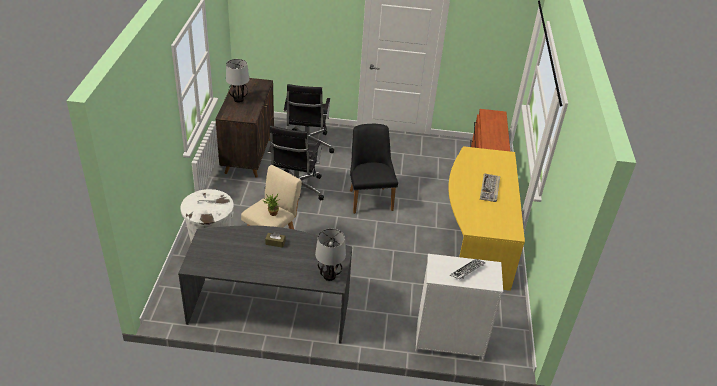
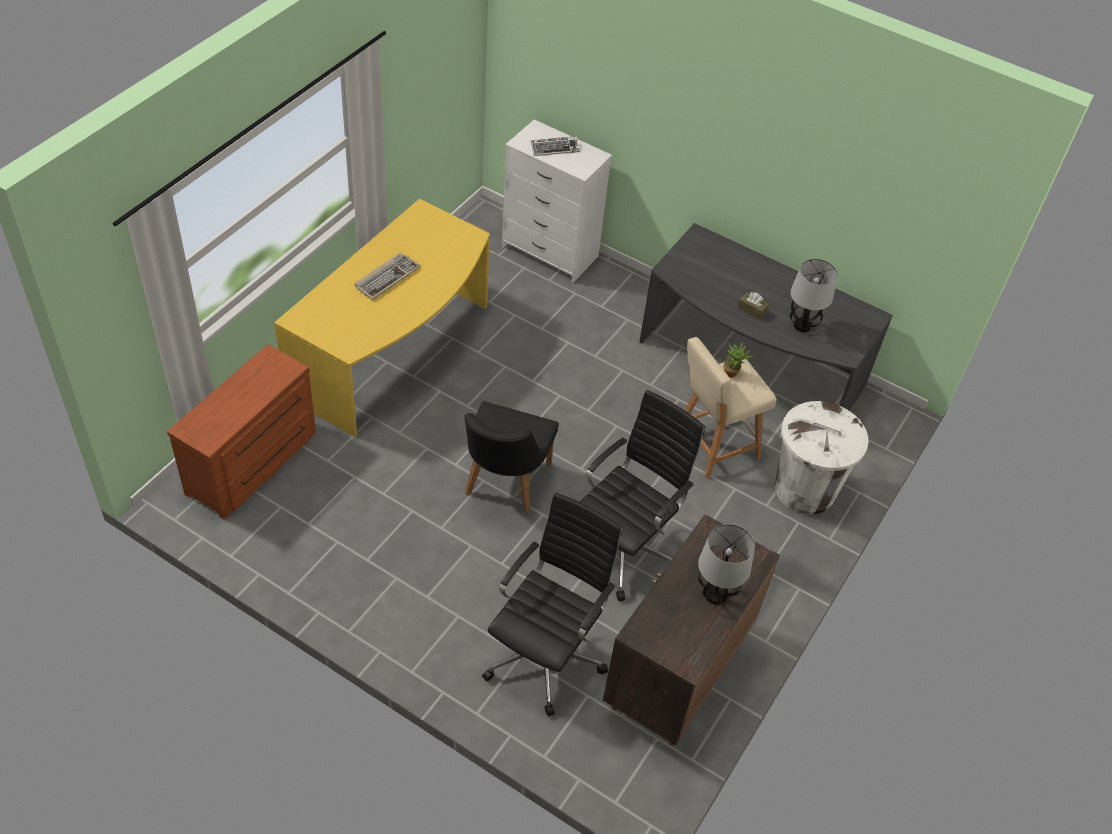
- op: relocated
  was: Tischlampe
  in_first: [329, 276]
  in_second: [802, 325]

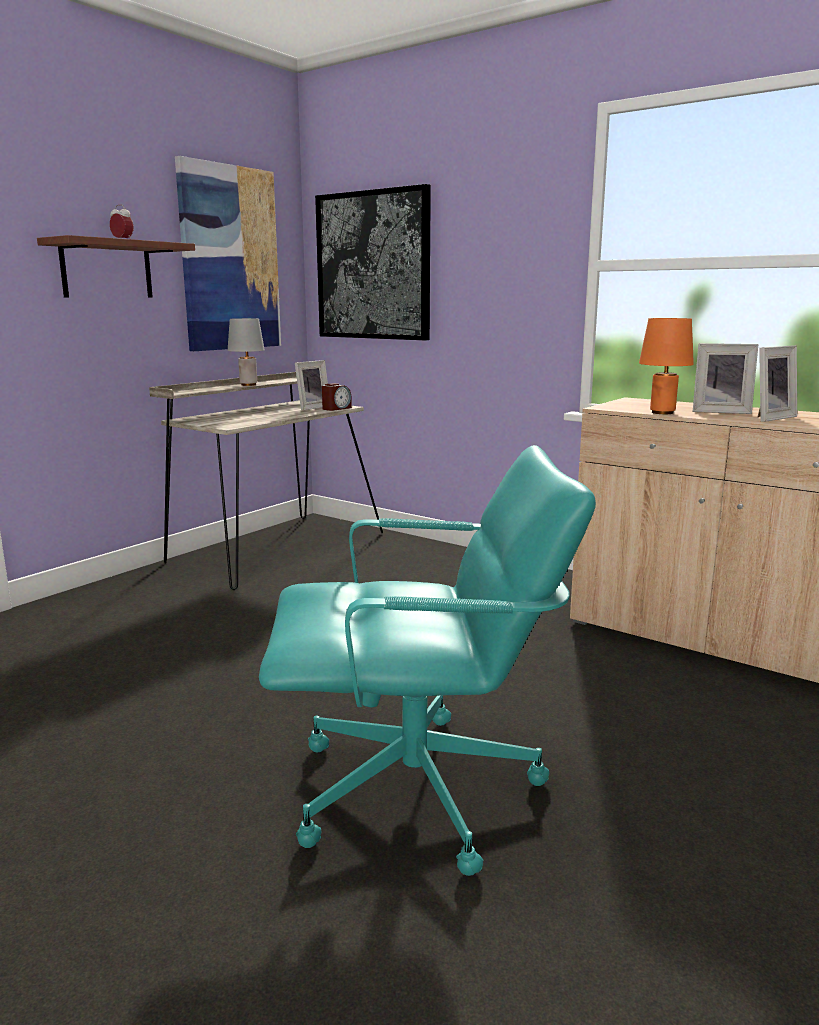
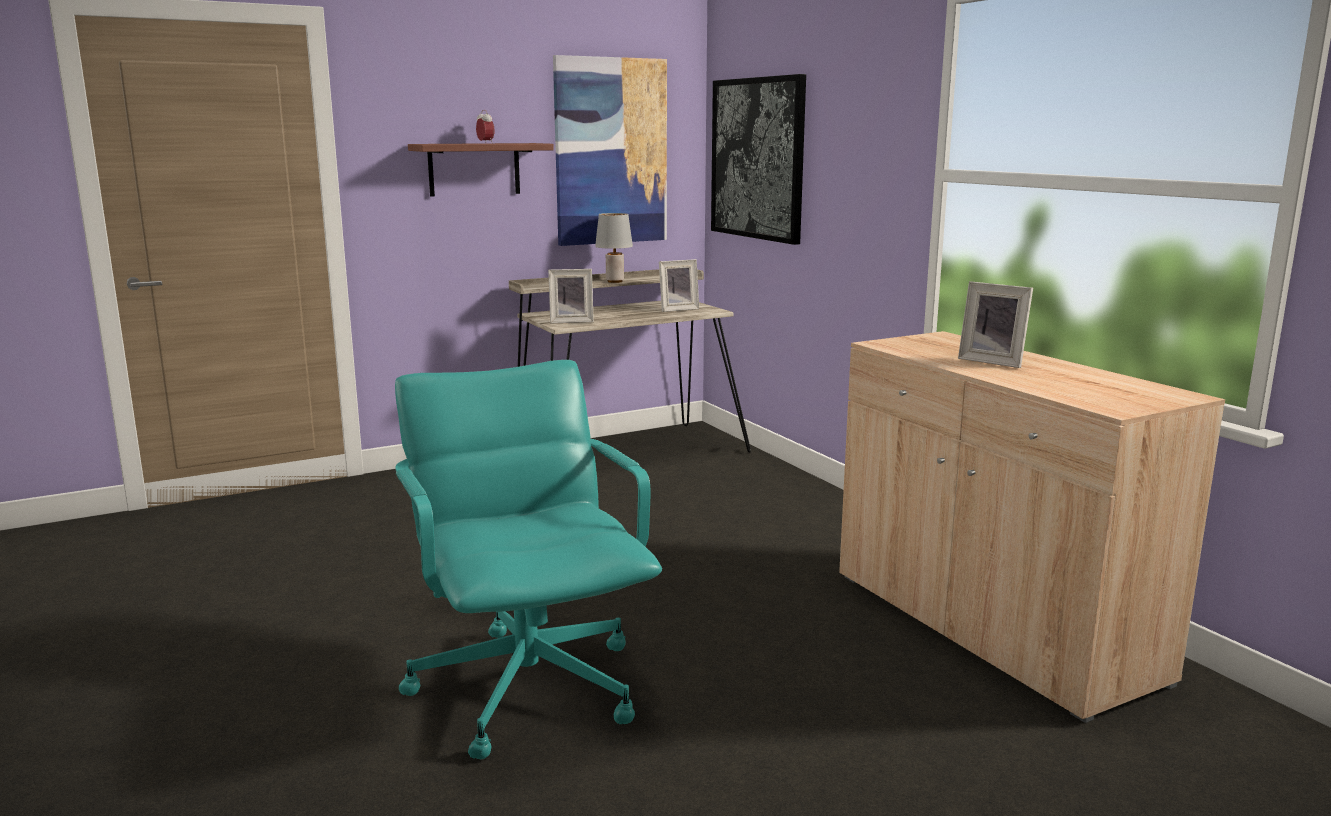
- op: spun
  was: Bürostuhl [türkis]
  in_first: [419, 791]
  in_second: [529, 686]
  clockwise: -135
- op: relocated
  was: Bilderrahmen
  in_first: [768, 418]
  in_second: [571, 321]
- op: missing
  was: Wecker
  in_first: [336, 408]
- op: missing
  was: Tischlampe [orange]
  in_first: [662, 413]

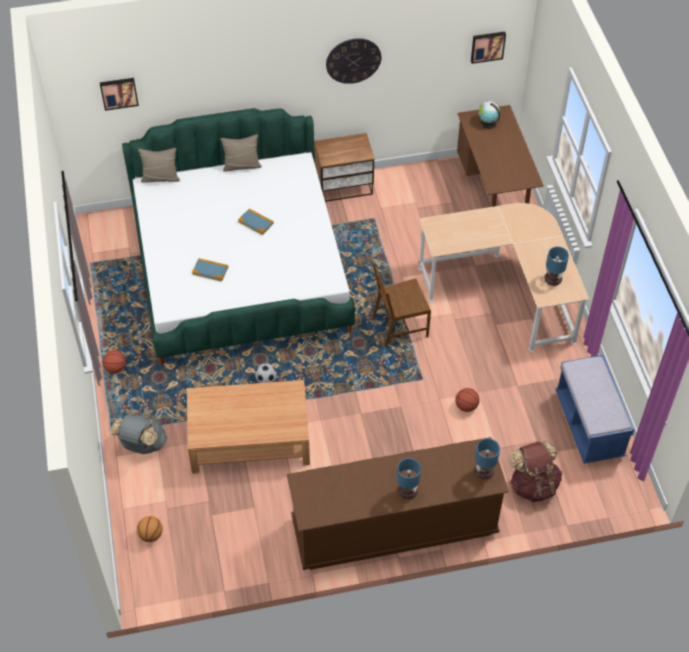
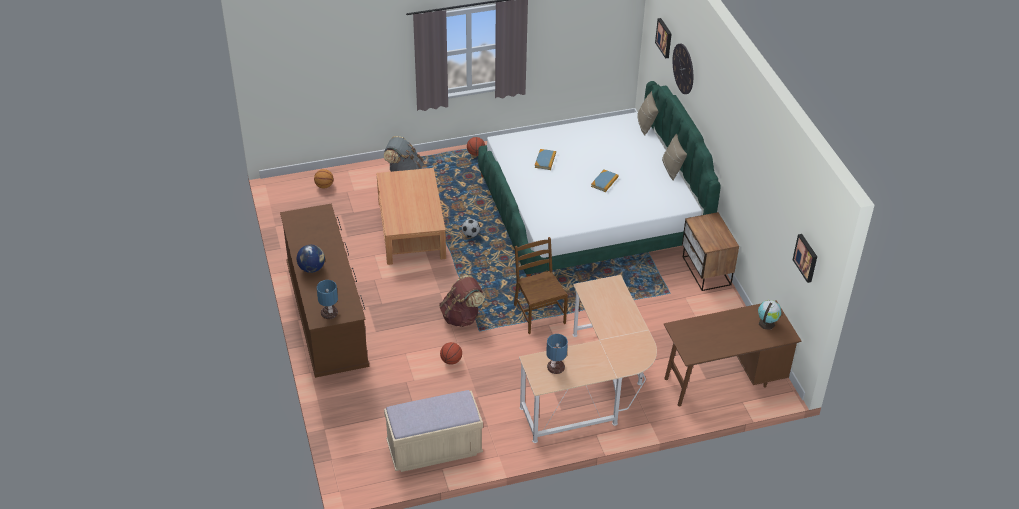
- op: exchanged
  was: Tischlampe
  now: Globus
  in_first: [406, 491]
  in_second: [312, 268]
- op: colour
  was: Bank [blau]
  now: Bank [beige]
  in_first: [589, 425]
  in_second: [434, 449]
- op: relocated
  was: Rucksack [braun]
  in_first: [533, 485]
  in_second: [462, 317]
- op: relocated
  was: Wanduhr
  in_first: [353, 60]
  in_second: [683, 68]

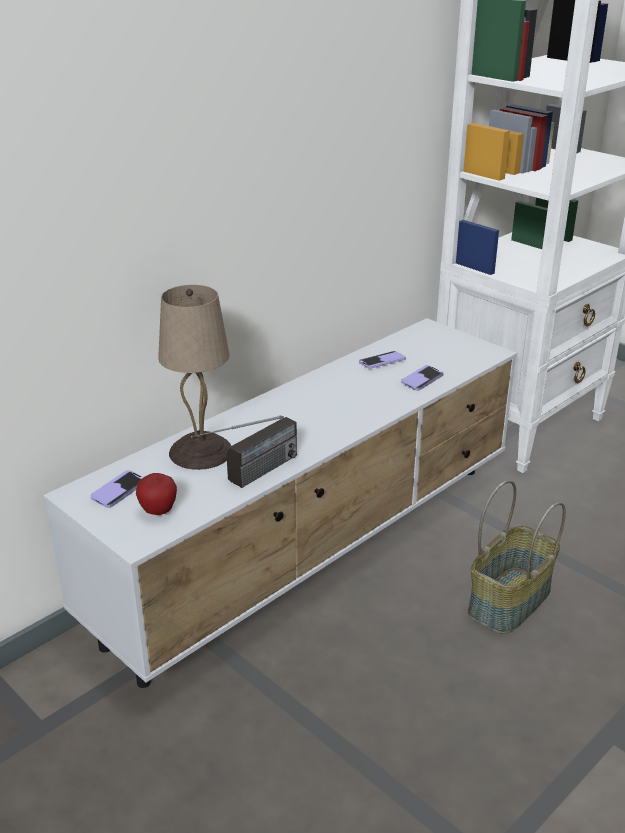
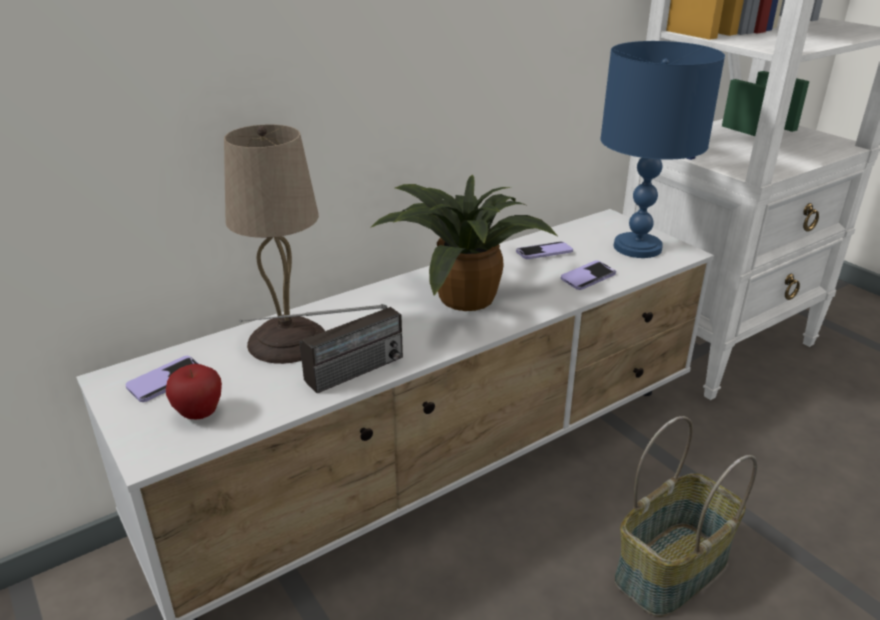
- op: appeared
  now: Topfpflanze
  in_second: [464, 295]
- op: appeared
  now: Tischlampe [blau]
  in_second: [637, 247]

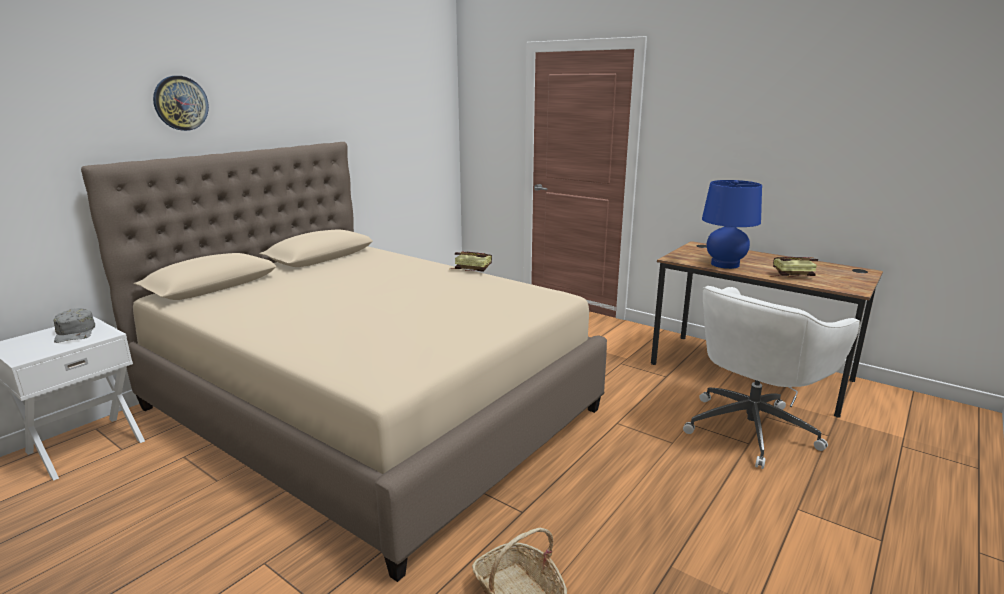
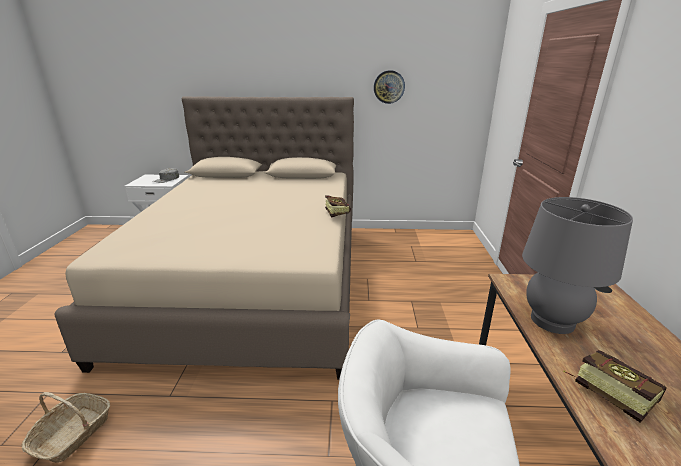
- op: relocated
  was: Wanduhr
  in_first: [180, 103]
  in_second: [389, 87]
- op: colour
  was: Tischlampe [blau]
  now: Tischlampe [grau]
  in_first: [725, 264]
  in_second: [552, 321]

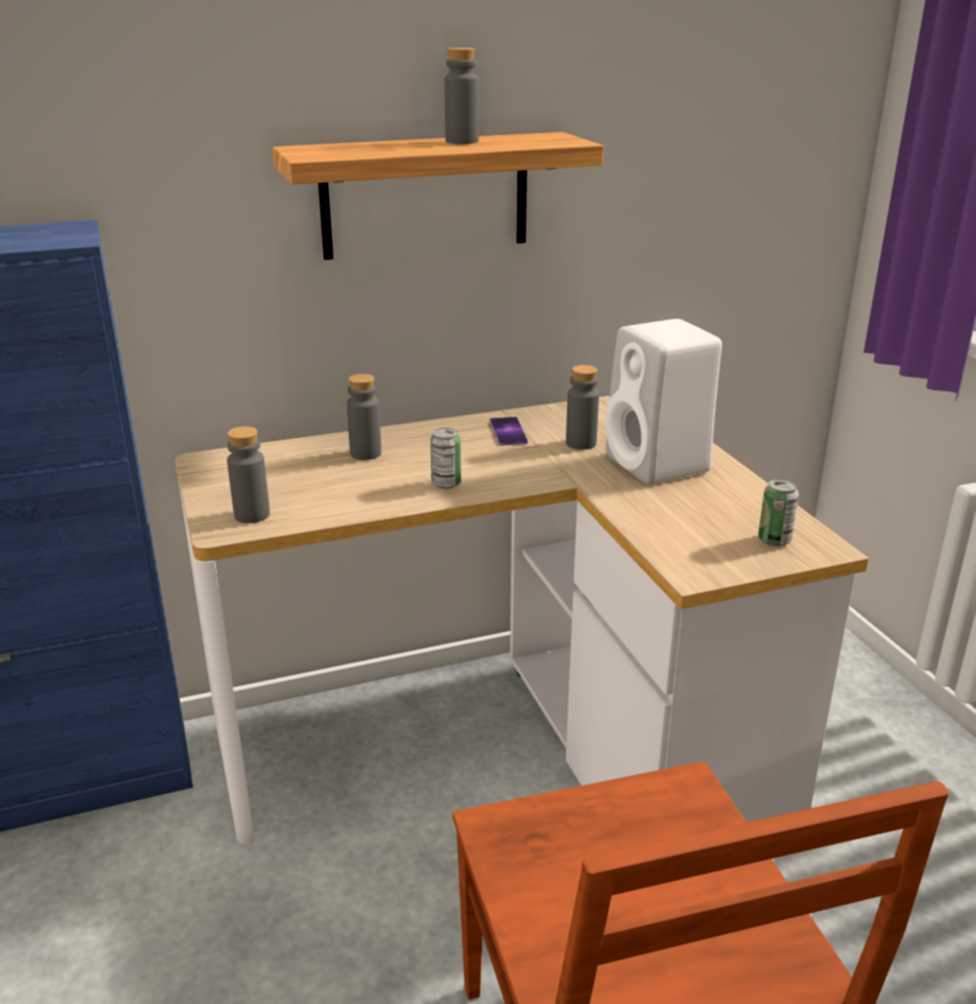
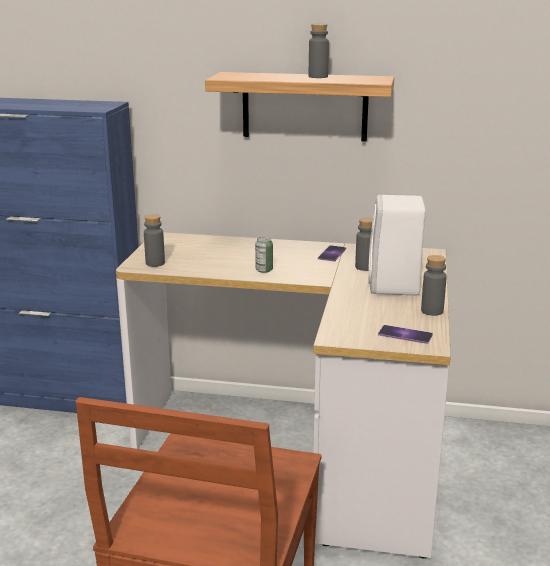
- op: exchanged
  was: Dose
  now: Handy
  in_first: [774, 540]
  in_second: [405, 334]
- op: relocated
  was: Flasche [grau]
  in_first: [365, 453]
  in_second: [432, 311]

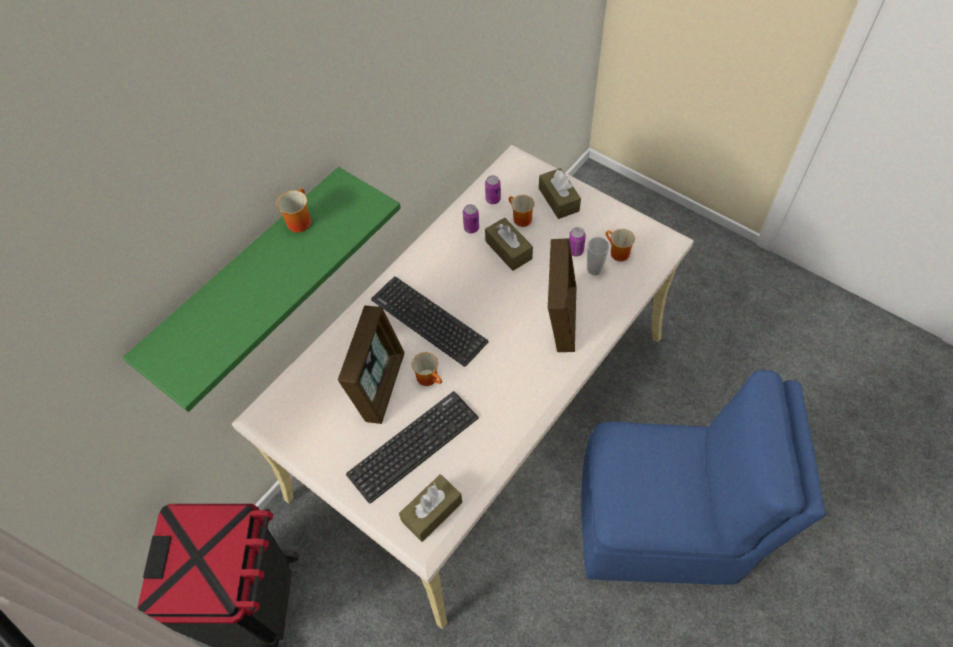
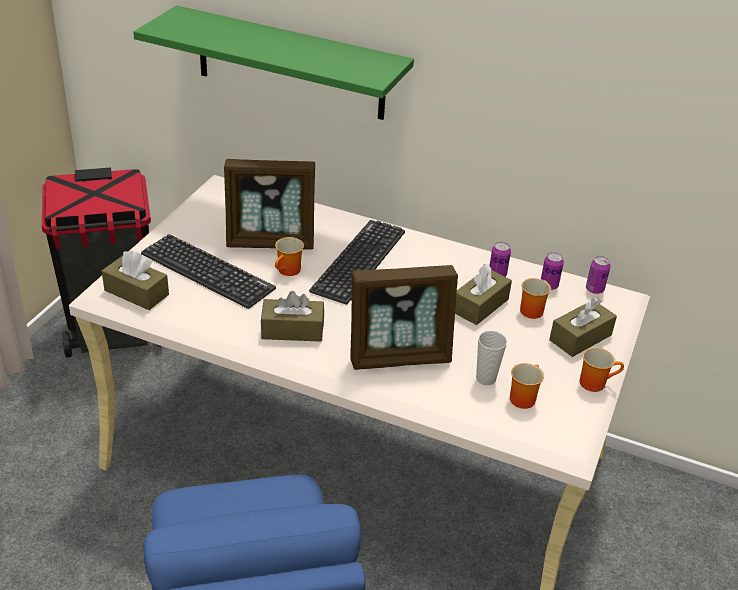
- op: appeared
  now: Taschentuchbox [braun]
  in_second: [292, 330]
- op: relocated
  was: Henkelbecher
  in_first: [298, 220]
  in_second: [594, 382]
- op: relocated
  was: Dose
  in_first: [575, 251]
  in_second: [594, 289]

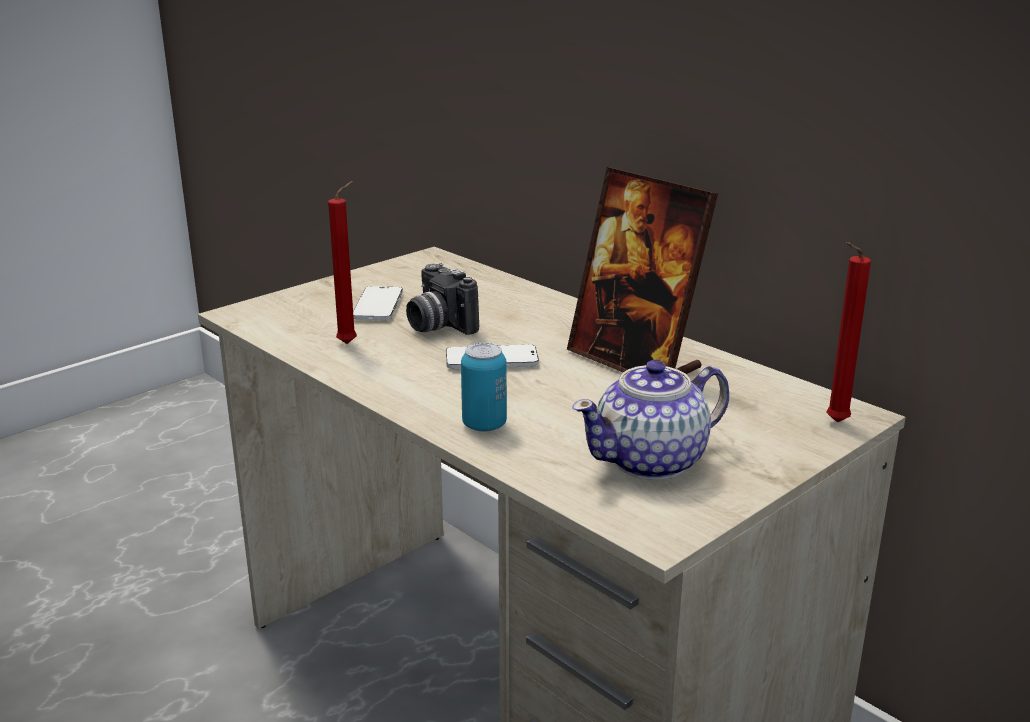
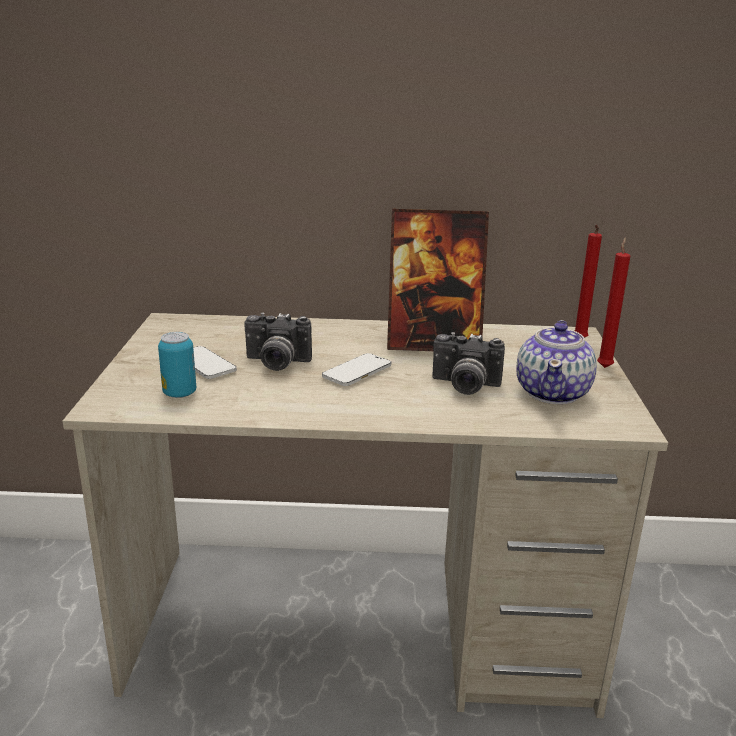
- op: relocated
  was: Dose
  in_first: [484, 425]
  in_second: [179, 393]
- op: appeared
  now: Kamera
  in_second: [464, 386]
- op: relocated
  was: Kerze [rot]
  in_first: [350, 343]
  in_second: [604, 366]

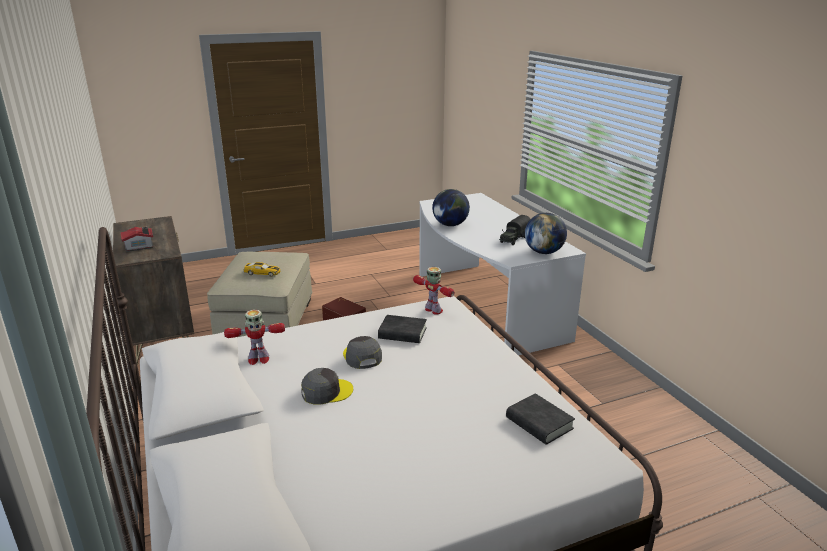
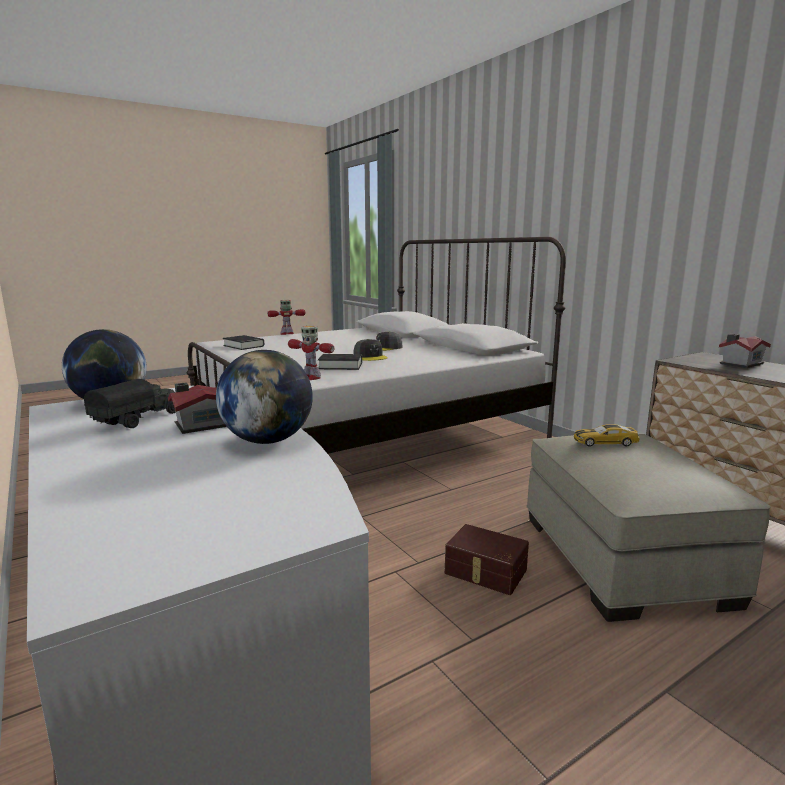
- op: appeared
  now: Spielzeughaus
  in_second: [203, 424]
- op: relocated
  was: Spielzeugroboter
  in_first: [258, 359]
  in_second: [287, 334]

